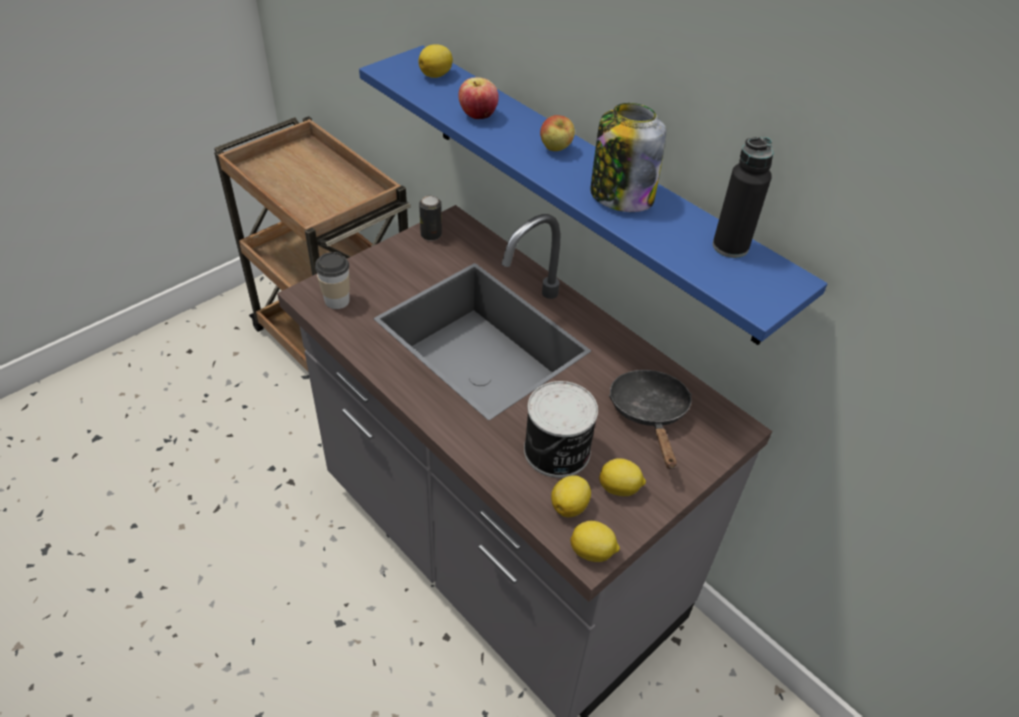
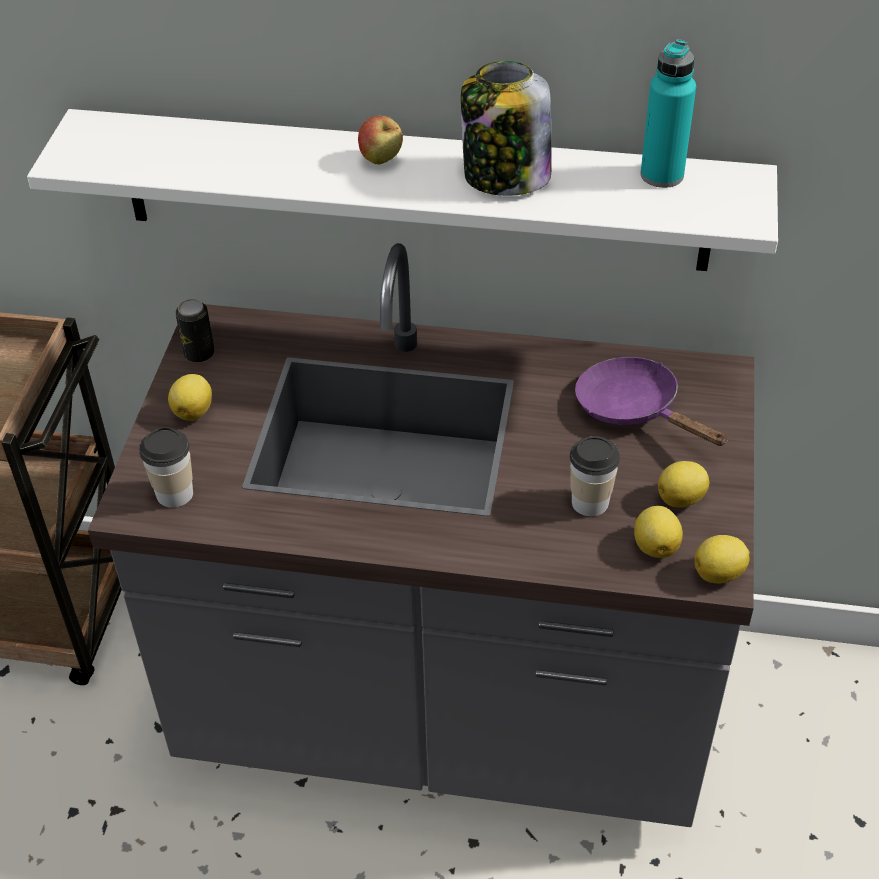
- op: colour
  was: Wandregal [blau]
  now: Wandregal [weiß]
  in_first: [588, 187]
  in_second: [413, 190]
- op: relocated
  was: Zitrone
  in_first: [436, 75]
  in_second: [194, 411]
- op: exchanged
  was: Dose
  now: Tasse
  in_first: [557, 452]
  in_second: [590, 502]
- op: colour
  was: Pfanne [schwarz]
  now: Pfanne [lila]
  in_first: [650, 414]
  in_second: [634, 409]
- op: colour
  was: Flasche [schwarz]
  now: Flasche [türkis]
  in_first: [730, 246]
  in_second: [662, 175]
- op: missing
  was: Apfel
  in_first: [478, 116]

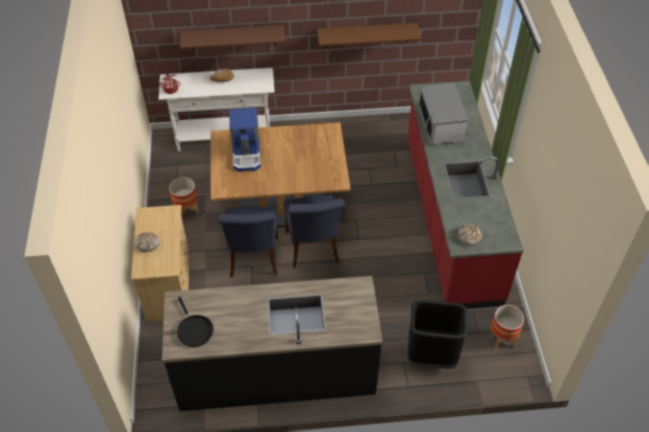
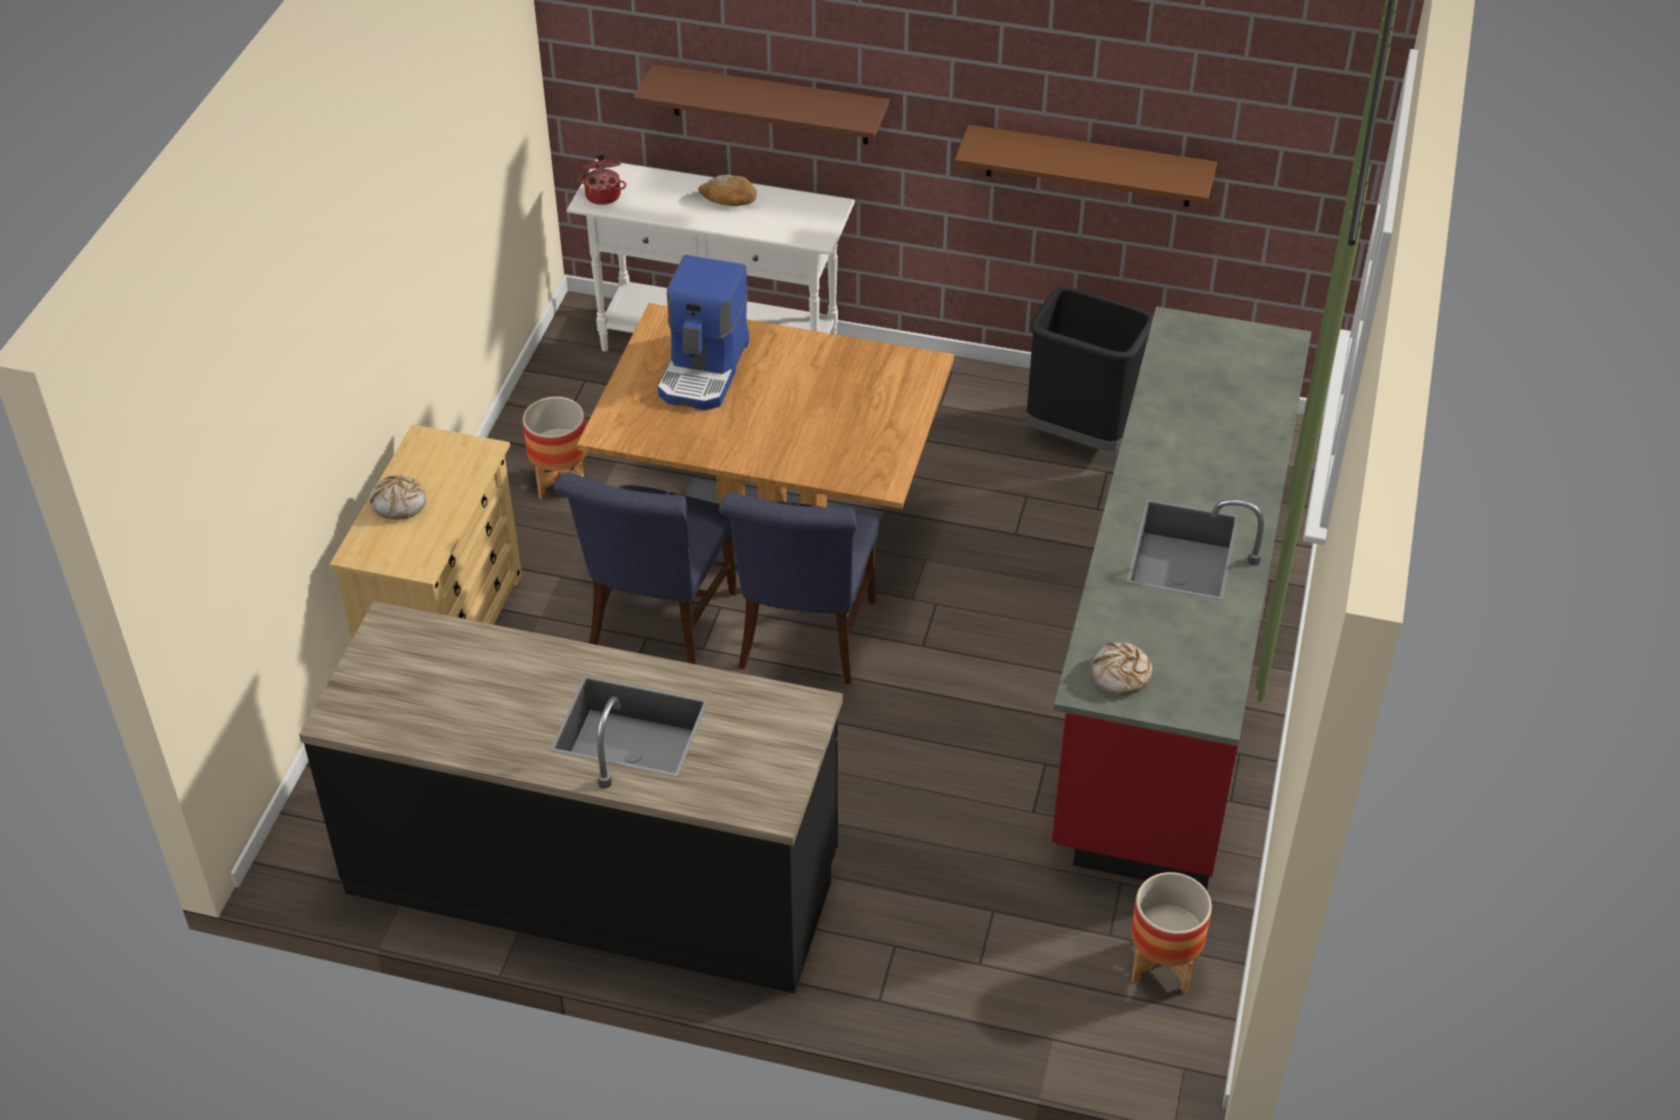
- op: relocated
  was: Mülleimer [schwarz]
  in_first: [431, 357]
  in_second: [1080, 435]
- op: missing
  was: Pfanne [schwarz]
  in_first: [194, 330]
- op: missing
  was: Mikrowelle
  in_first: [441, 125]

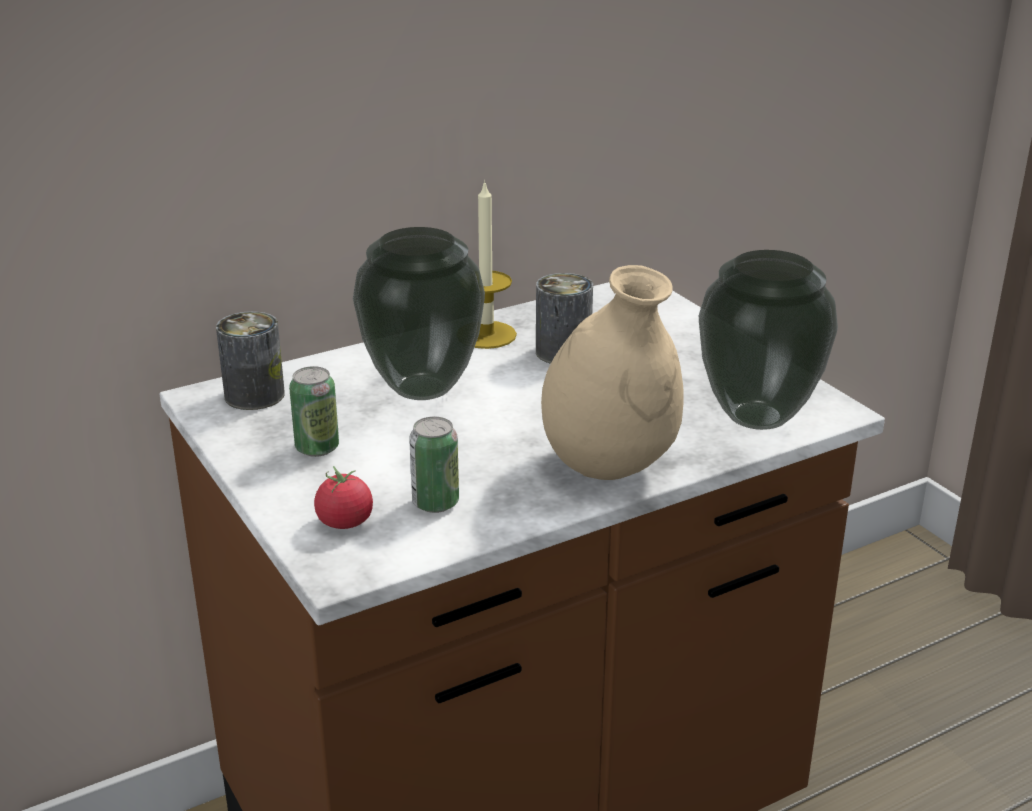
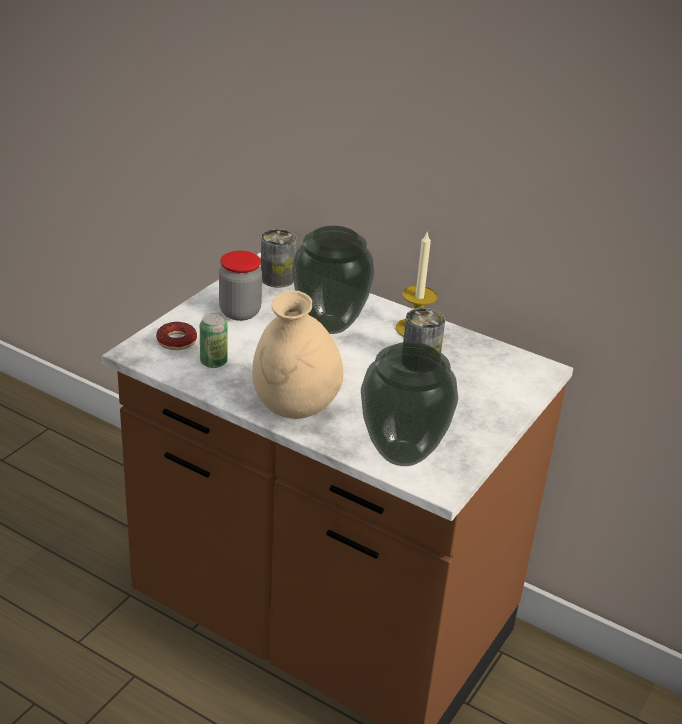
- op: exchanged
  was: Tomate
  now: Donut
  in_first: [345, 522]
  in_second: [176, 341]
- op: exchanged
  was: Dose
  now: Vorratsglas
  in_first: [317, 448]
  in_second: [240, 312]

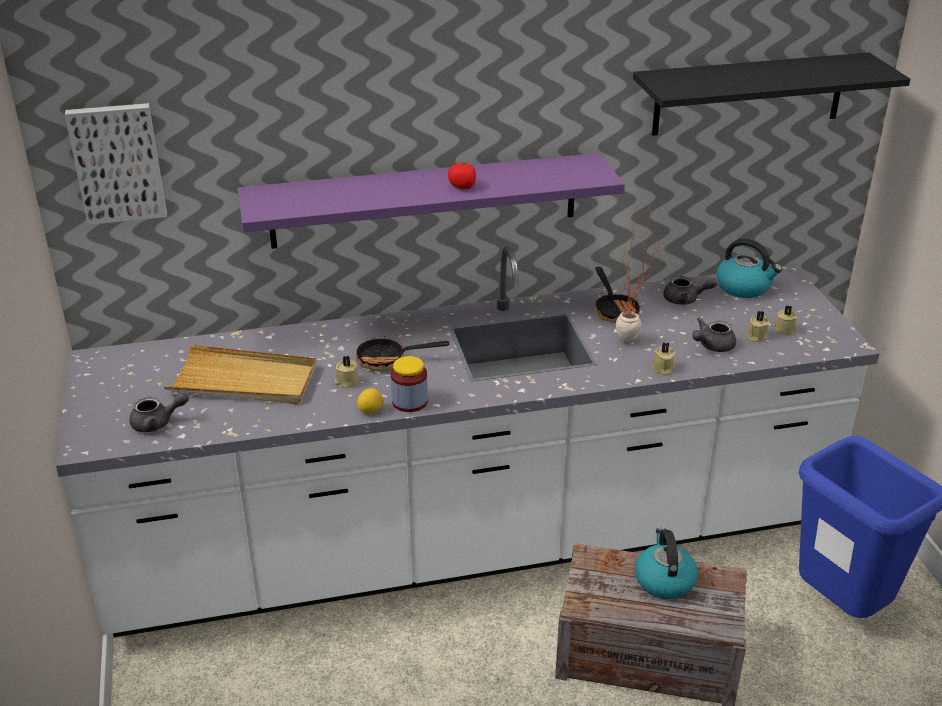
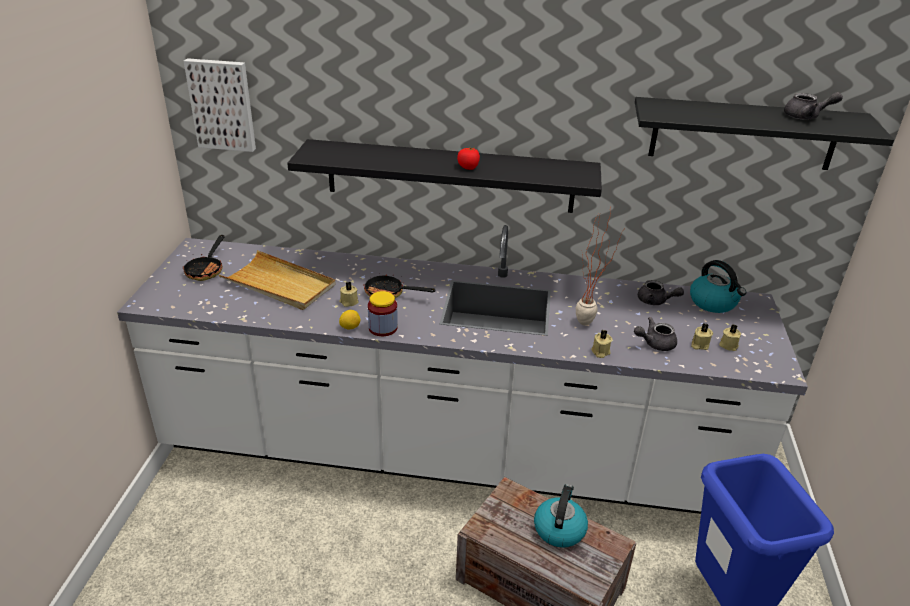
- op: relocated
  was: Pfanne
  in_first: [614, 310]
  in_second: [206, 269]
- op: colour
  was: Wandregal [lila]
  now: Wandregal [schwarz]
  in_first: [425, 200]
  in_second: [450, 176]
- op: relocated
  was: Teekanne [grau]
  in_first: [157, 423]
  in_second: [806, 117]

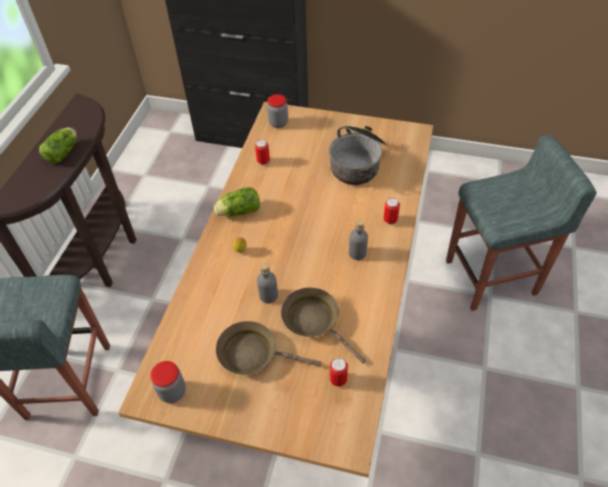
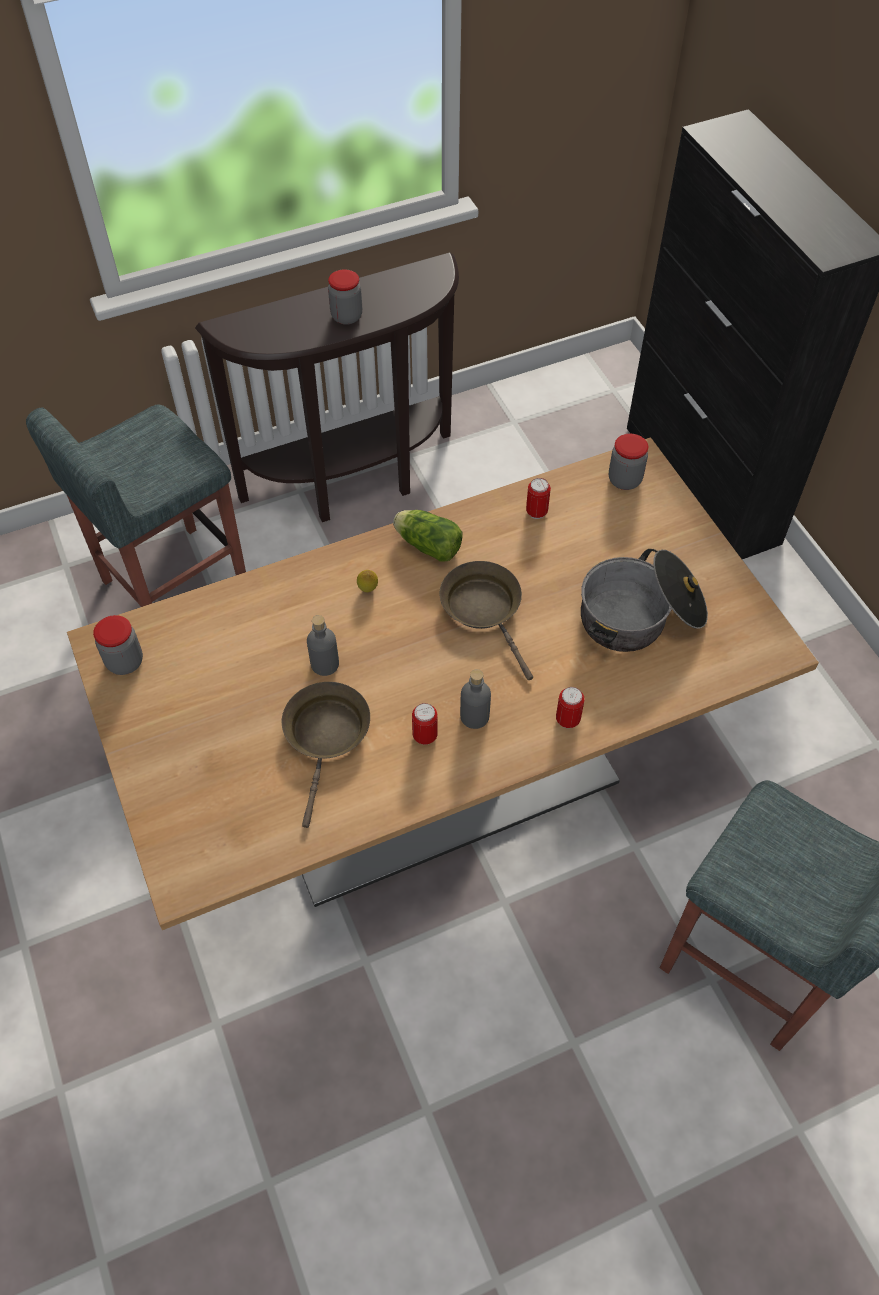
- op: exchanged
  was: Salatkopf
  now: Vorratsglas
  in_first: [64, 152]
  in_second: [346, 316]
- op: relocated
  was: Dose
  in_first: [338, 380]
  in_second: [425, 736]
- op: relocated
  was: Pfanne [braun]
  in_first: [253, 353]
  in_second: [484, 609]

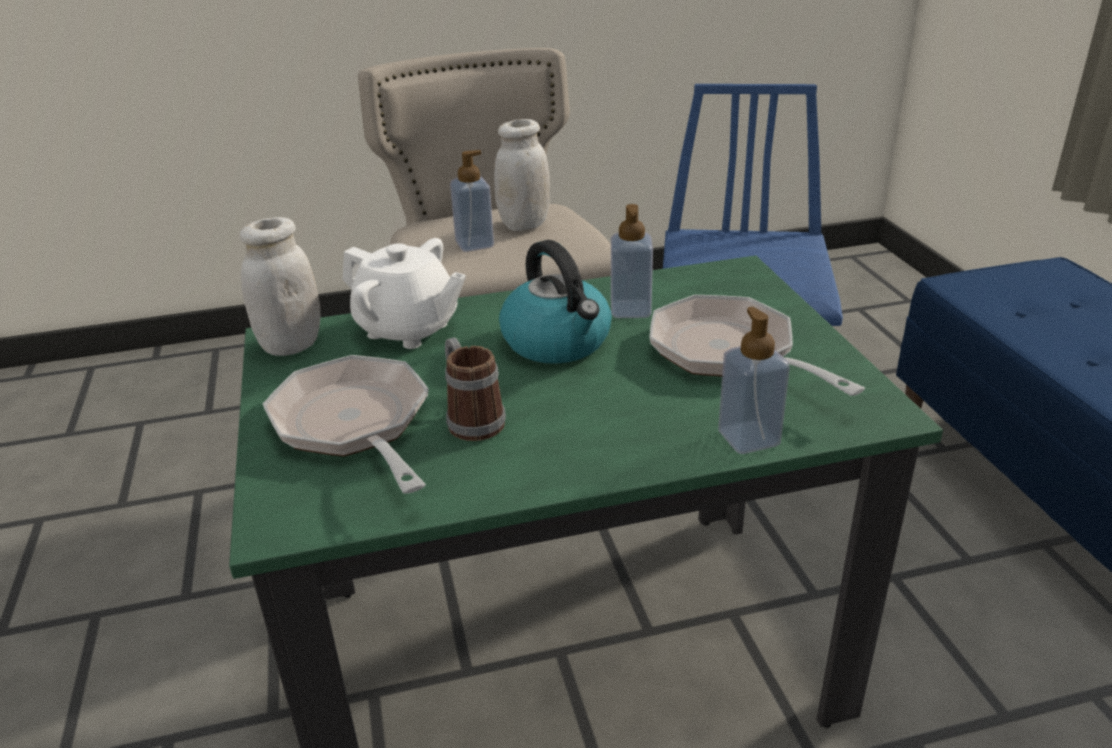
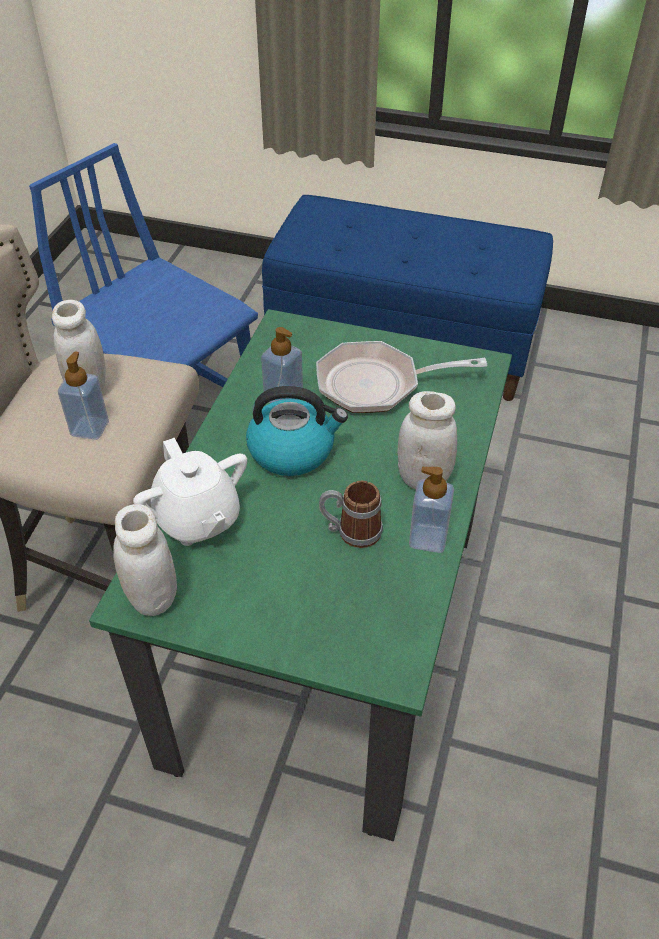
- op: spun
  was: Teekanne [weiß]
  in_first: [408, 329]
  in_second: [197, 519]
  clockwise: 90
- op: appeared
  now: Vorratsglas [weiß]
  in_second: [423, 478]
- op: relocated
  was: Seifenspender
  in_first: [748, 438]
  in_second: [428, 538]
- op: missing
  was: Pfanne
  in_first: [355, 425]

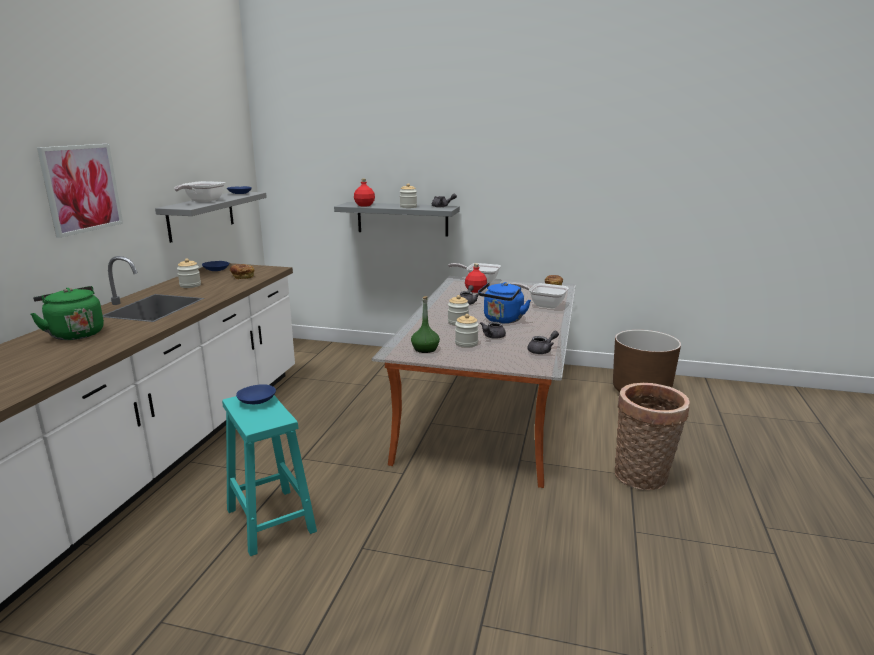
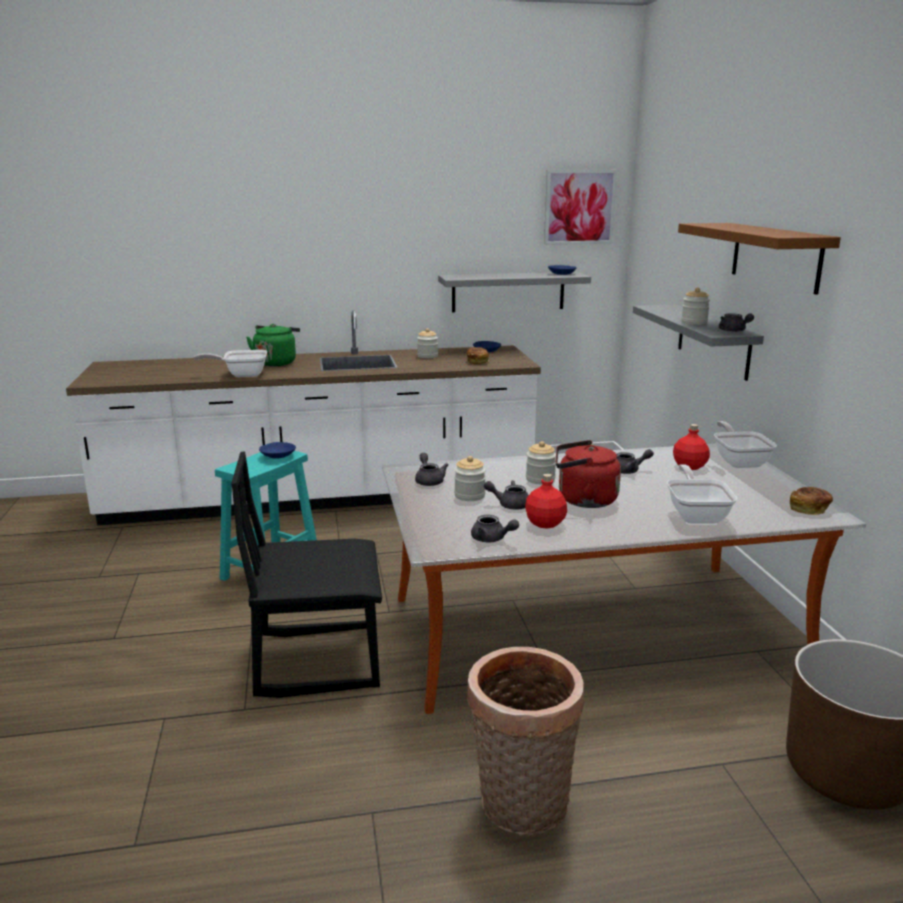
- op: relocated
  was: Pfanne
  in_first: [202, 201]
  in_second: [241, 375]
- op: appeared
  now: Stuhl [schwarz]
  in_second: [318, 659]
- op: exchanged
  was: Flasche [grün]
  now: Teekanne [grau]
  in_first: [425, 349]
  in_second: [429, 480]
- op: relocated
  was: Flasche [rot]
  in_first: [364, 205]
  in_second: [545, 523]
- op: relocated
  was: Bild
  in_first: [82, 188]
  in_second: [579, 207]
- op: colour
  was: Wasserkessel [blau]
  now: Wasserkessel [rot]
  in_first: [502, 320]
  in_second: [583, 500]
- op: appeared
  now: Wandregal [braun]
  in_second: [775, 256]

